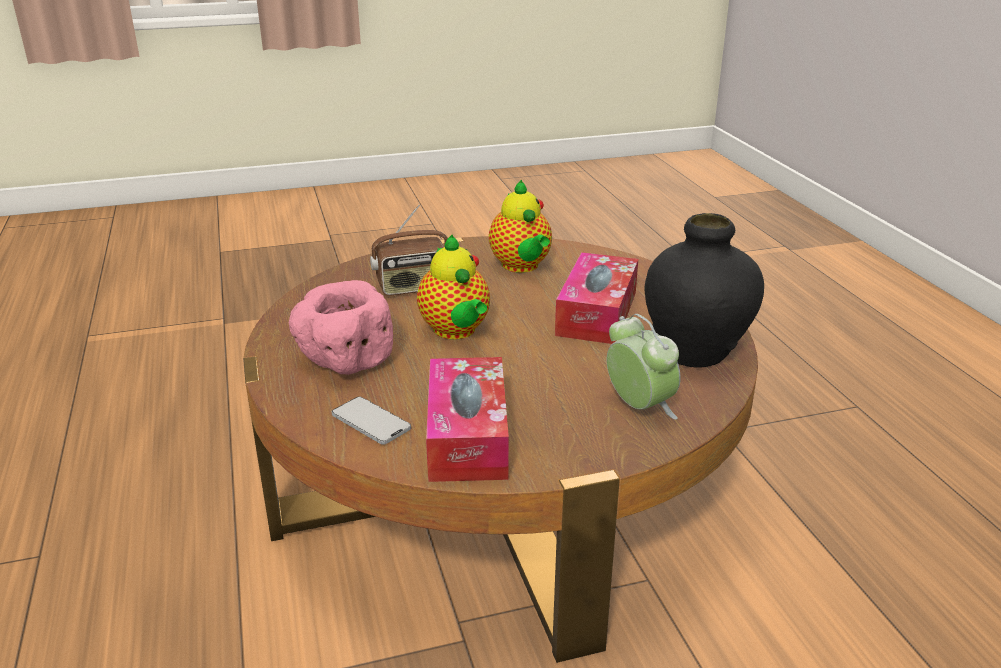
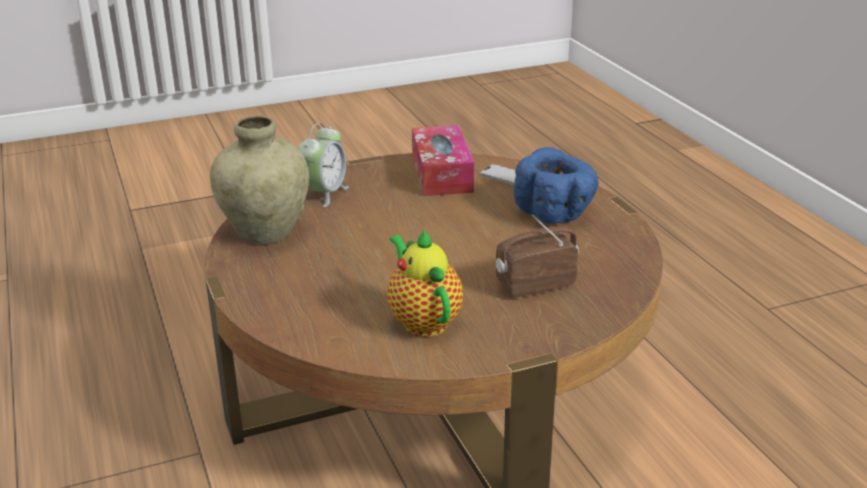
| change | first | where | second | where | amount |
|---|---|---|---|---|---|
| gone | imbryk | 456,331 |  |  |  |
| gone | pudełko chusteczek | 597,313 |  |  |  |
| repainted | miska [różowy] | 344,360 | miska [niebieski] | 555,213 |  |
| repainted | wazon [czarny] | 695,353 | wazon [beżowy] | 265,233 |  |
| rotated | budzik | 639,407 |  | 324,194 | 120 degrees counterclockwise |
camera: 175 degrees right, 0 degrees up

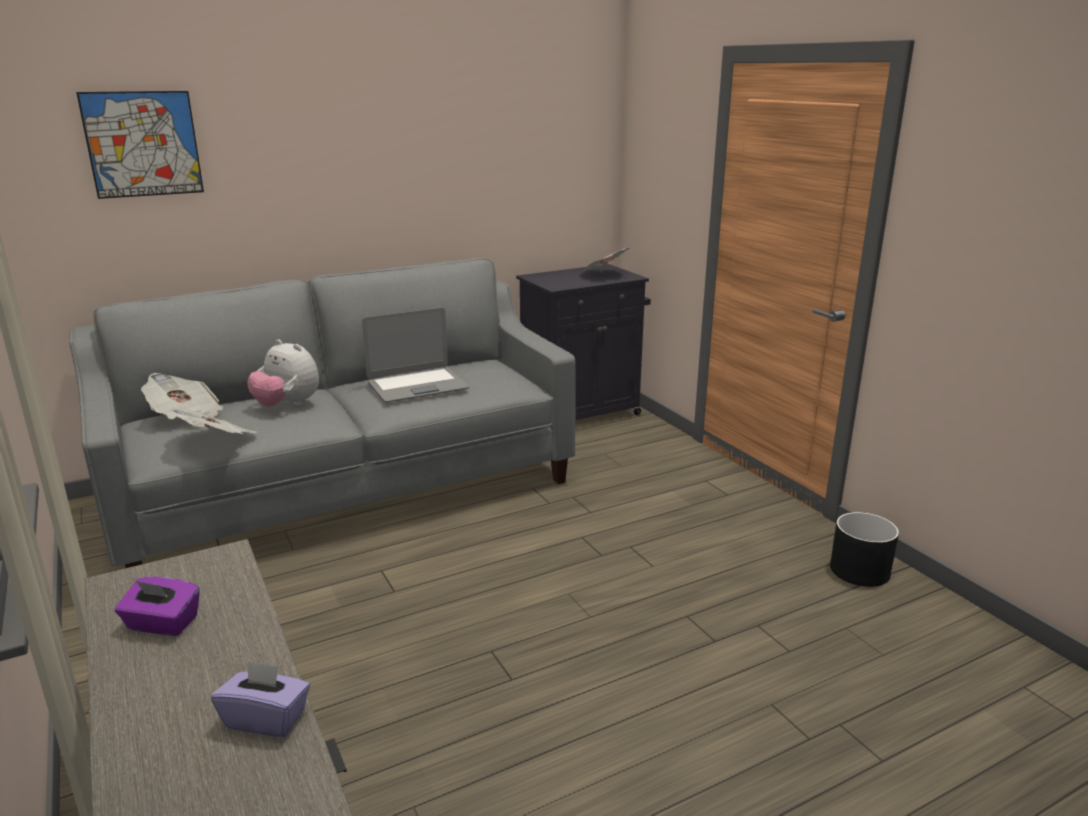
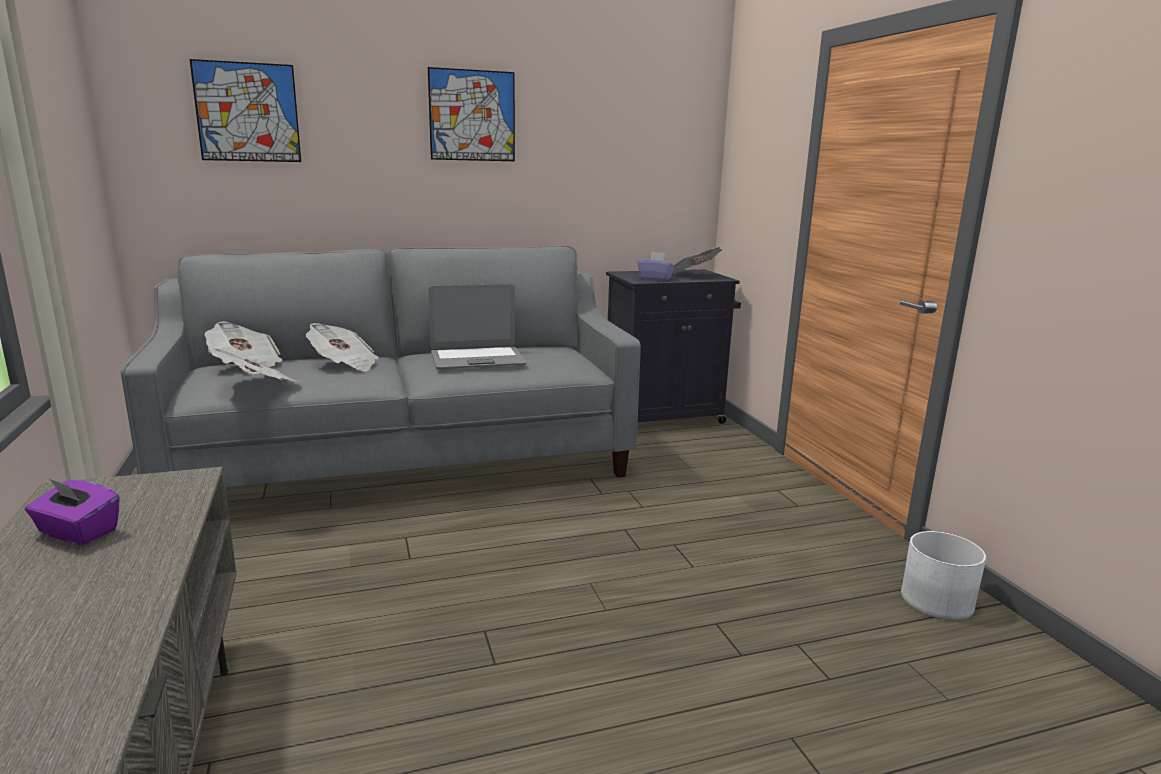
| change | first | where | second | where | amount |
|---|---|---|---|---|---|
| new |  |  | obraz | 472,115 |  |
| shifted | pudełko chusteczek [fioletowy] | 266,719 |  | 655,278 |  |
| swapped | pluszak | 287,405 | gazeta | 344,365 |  |
| repainted | donica [czarny] | 860,570 | donica [biały] | 937,600 |  |
camera: 10 degrees right, 5 degrees down

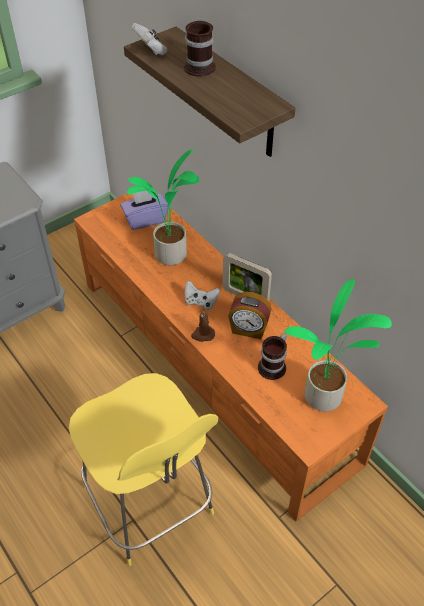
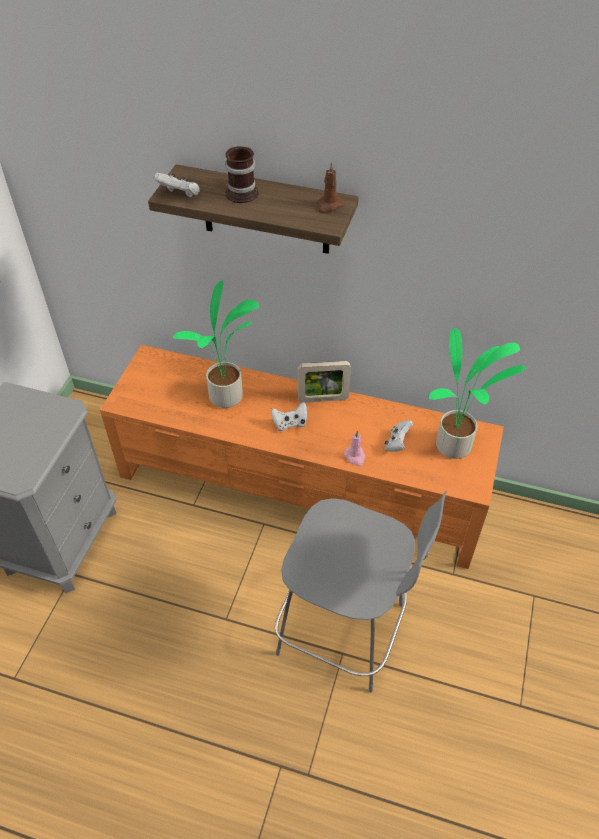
| change | first | where | second | where | amount |
|---|---|---|---|---|---|
| gone | pudełko chusteczek [fioletowy] | 145,219 |  |  |  |
| gone | budzik | 248,329 |  |  |  |
| new |  |  | świeca [różowy] | 355,457 |  |
| shifted | świeca [brązowy] | 202,334 |  | 328,205 |  |
| swapped | kubek | 274,366 | pad do gier [biały] | 397,443 |  |
| repainted | stołek [żółty] | 150,504 | stołek [szary] | 345,631 |  |
camera: 35 degrees left, 0 degrees up

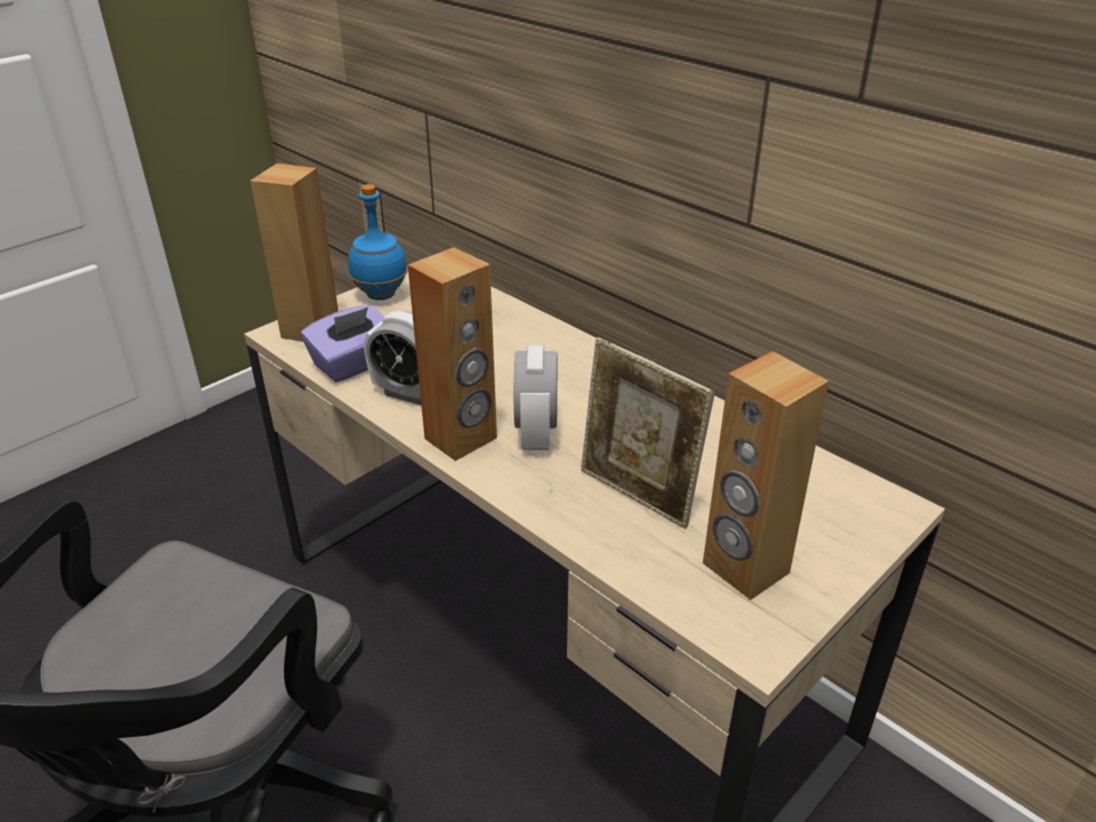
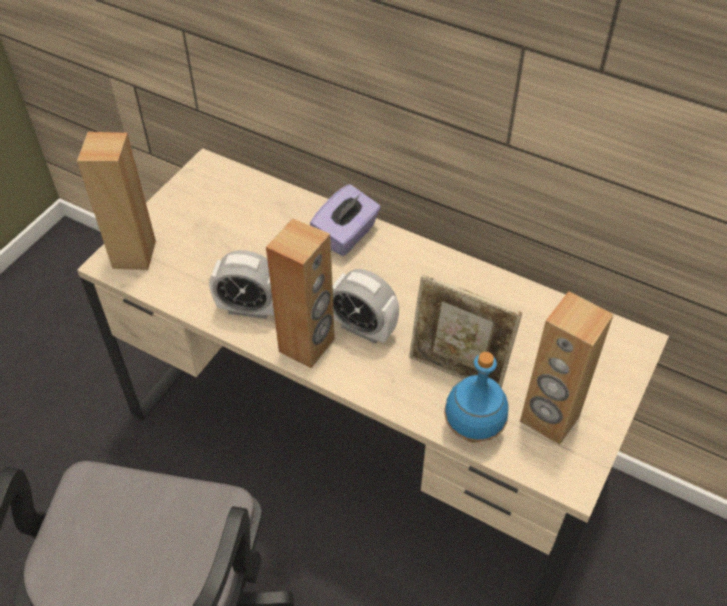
| change | first | where | second | where | amount |
|---|---|---|---|---|---|
| shifted | pudełko chusteczek [fioletowy] | 355,364 |  | 346,235 |  |
| shifted | butelka [niebieski] | 380,295 |  | 473,430 |  |
| rotated | budzik | 536,434 |  | 363,328 | 45 degrees counterclockwise |
camera: 15 degrees left, 15 degrees up

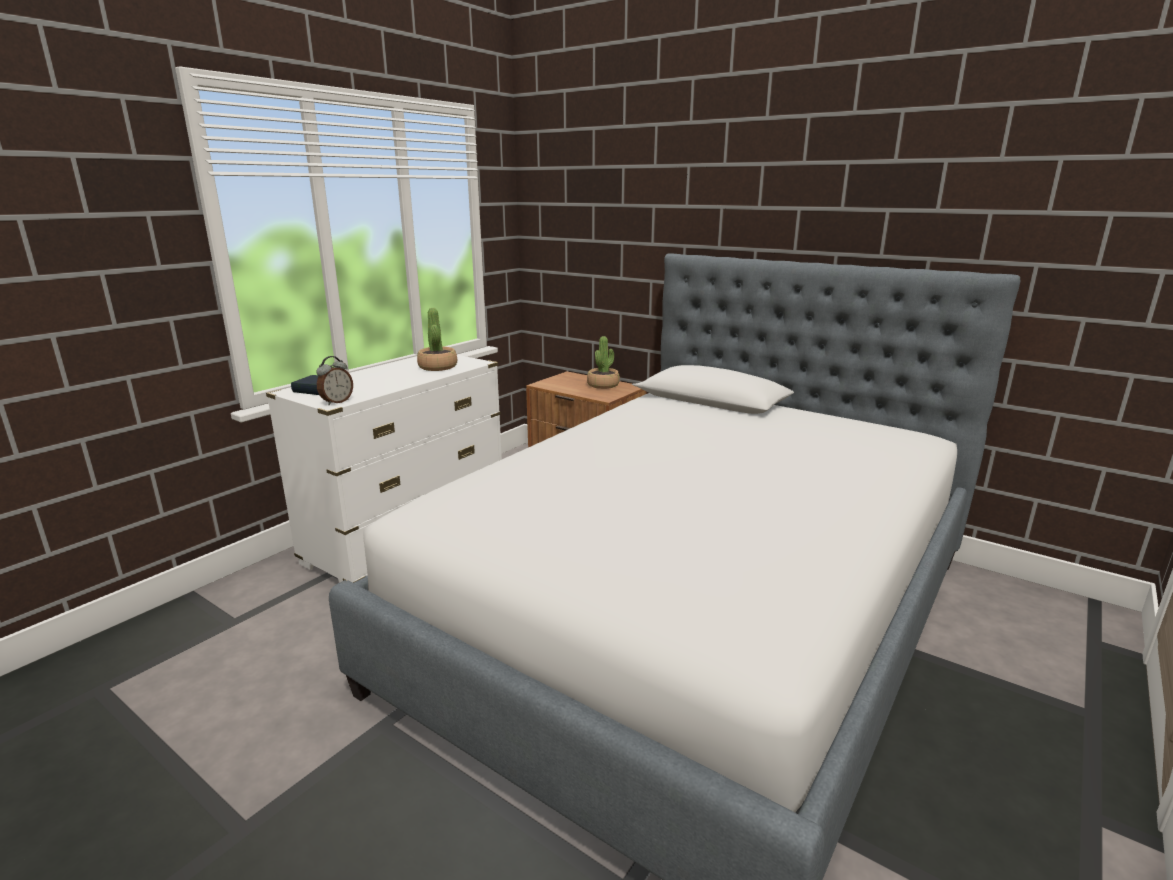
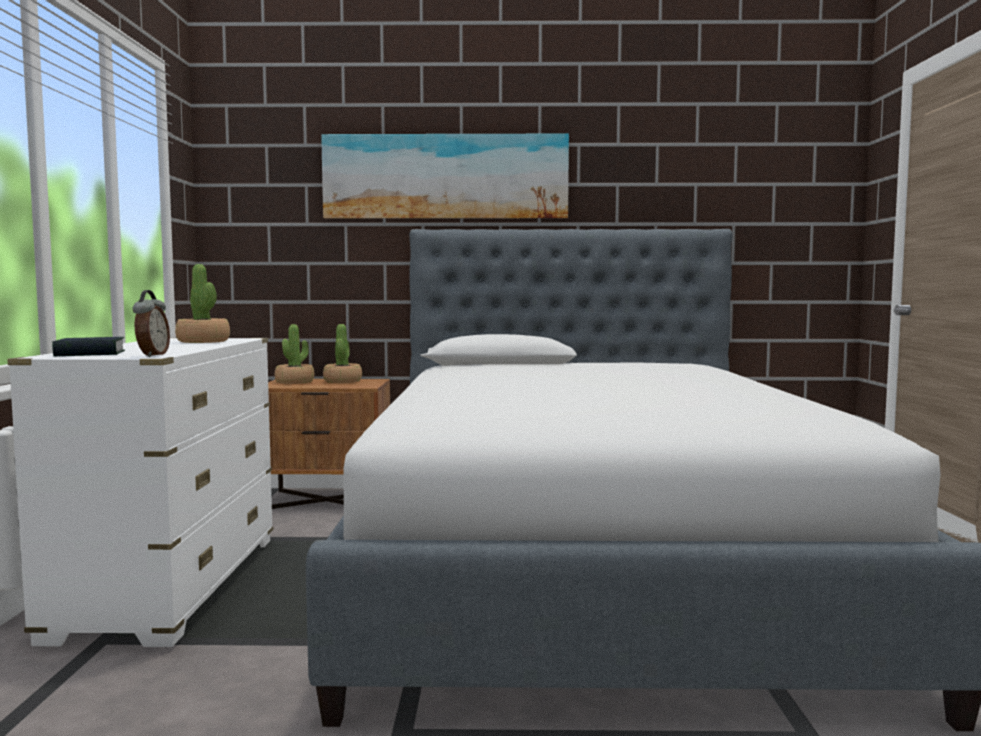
| change | first | where | second | where | amount |
|---|---|---|---|---|---|
| new |  |  | roślina doniczkowa | 294,382 |  |
| new |  |  | obraz | 445,177 |  |
camera: 35 degrees left, 15 degrees down

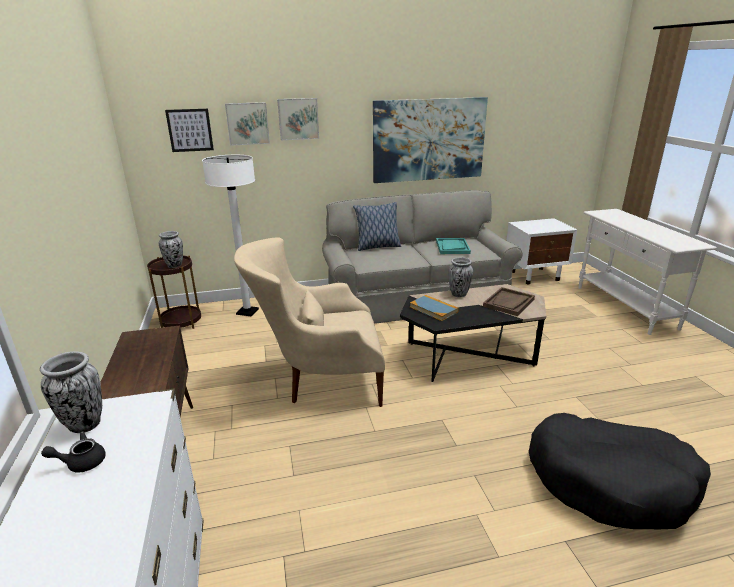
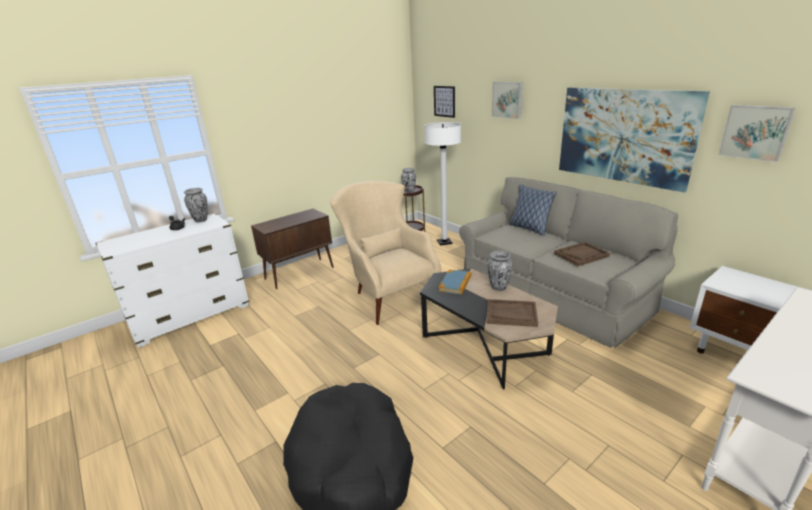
| change | first | where | second | where | amount |
|---|---|---|---|---|---|
| shifted | obraz | 247,123 |  | 755,132 |  |
| repainted | taca [turkusowy] | 452,247 | taca [brązowy] | 581,255 |  |
camera: 65 degrees right, 0 degrees up

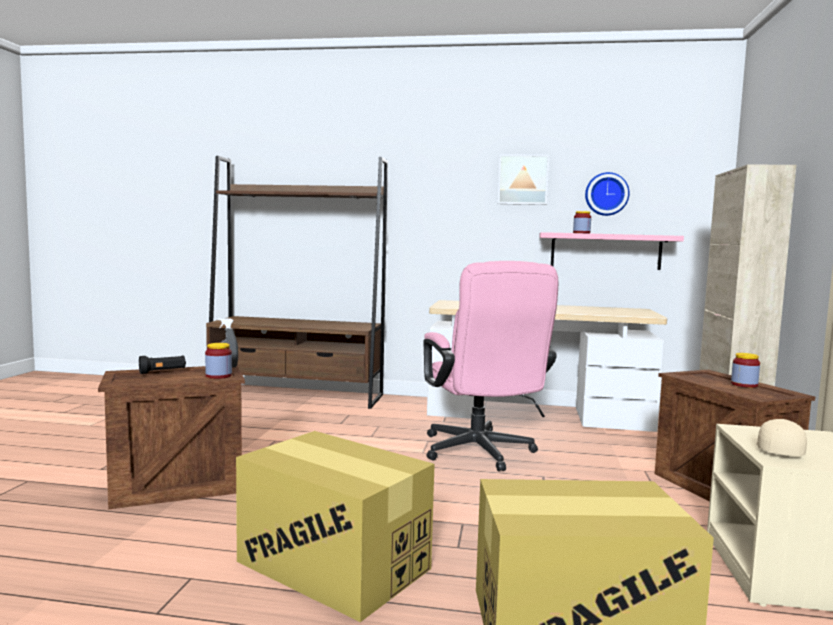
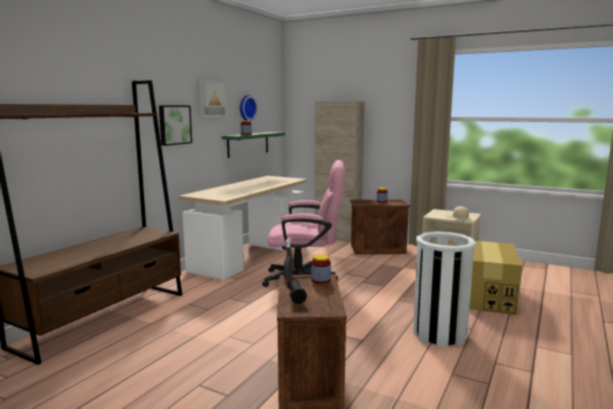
| change | first | where | second | where | amount |
|---|---|---|---|---|---|
| new |  |  | obraz | 174,125 |  |
| swapped | karton | 334,565 | kosz na śmieci [biały] | 439,334 |  |
| repainted | półka [różowy] | 605,251 | półka [zielony] | 248,144 |  |
camera: 70 degrees left, 5 degrees up

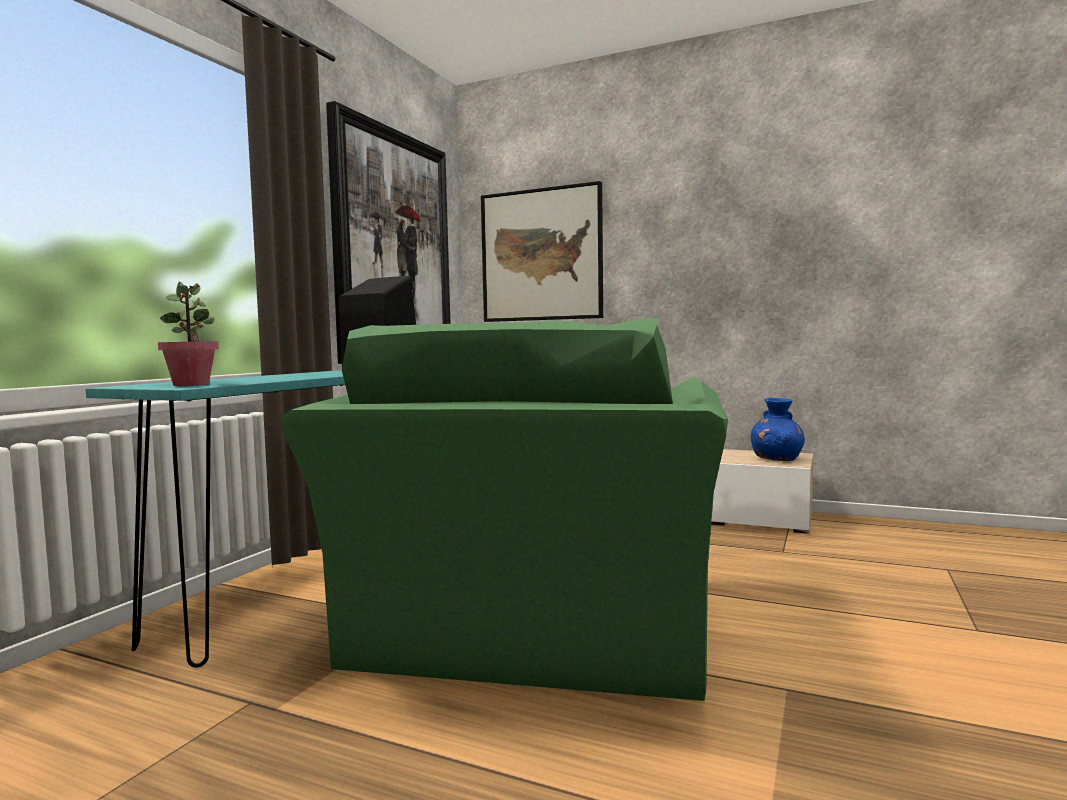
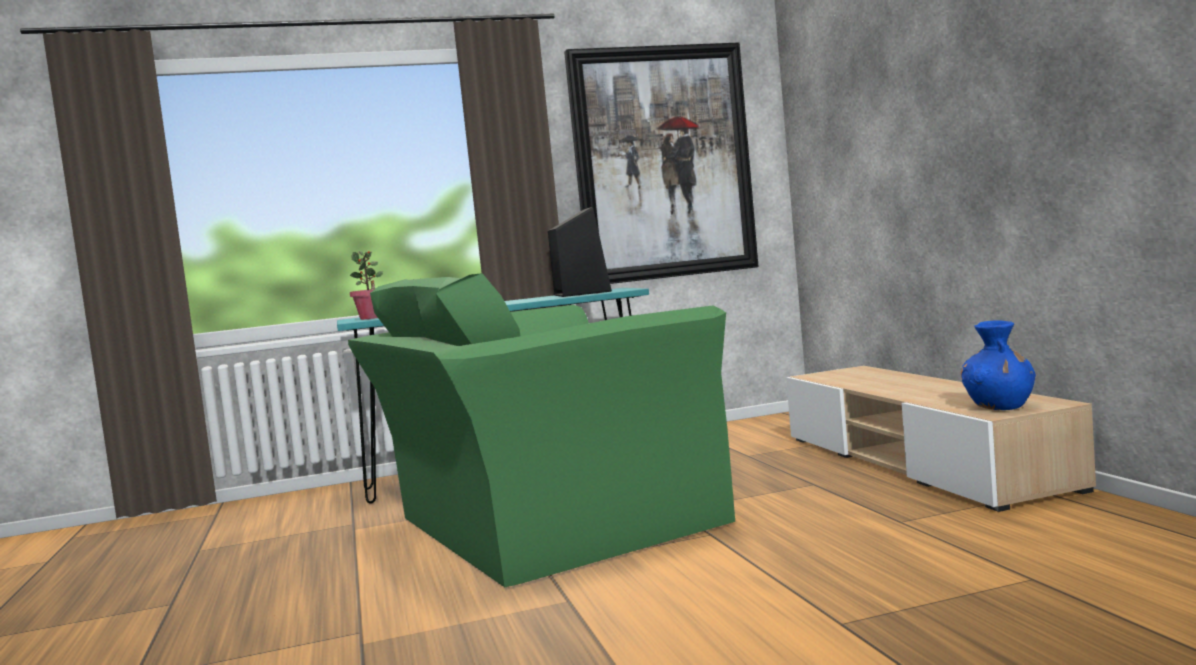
| change | first | where | second | where | amount |
|---|---|---|---|---|---|
| gone | obraz | 541,255 |  |  |  |
camera: 50 degrees right, 0 degrees up

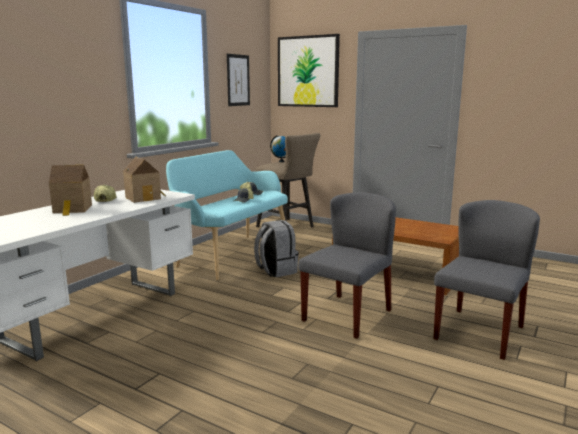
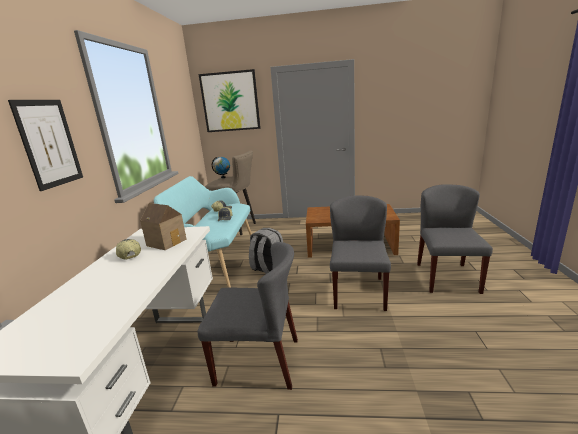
| change | first | where | second | where | amount |
|---|---|---|---|---|---|
| gone | domek | 72,209 |  |  |  |
| new |  |  | krzesło [szary] | 259,361 |  |
| shifted | obraz | 238,80 |  | 49,143 |  |
camera: 25 degrees left, 5 degrees up

